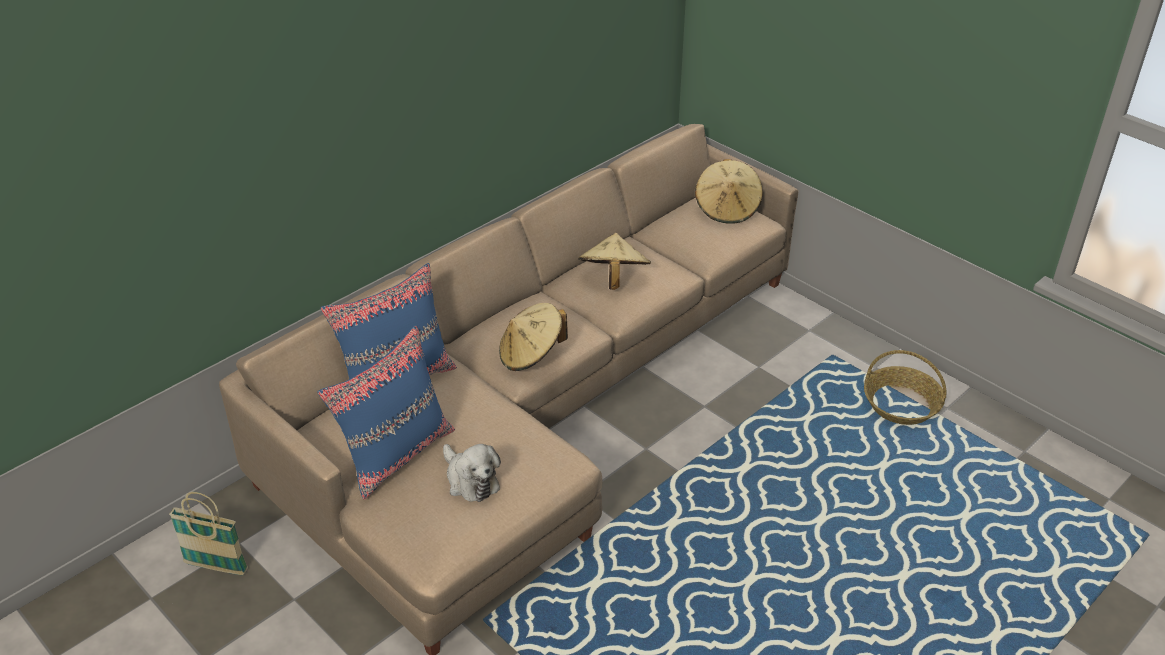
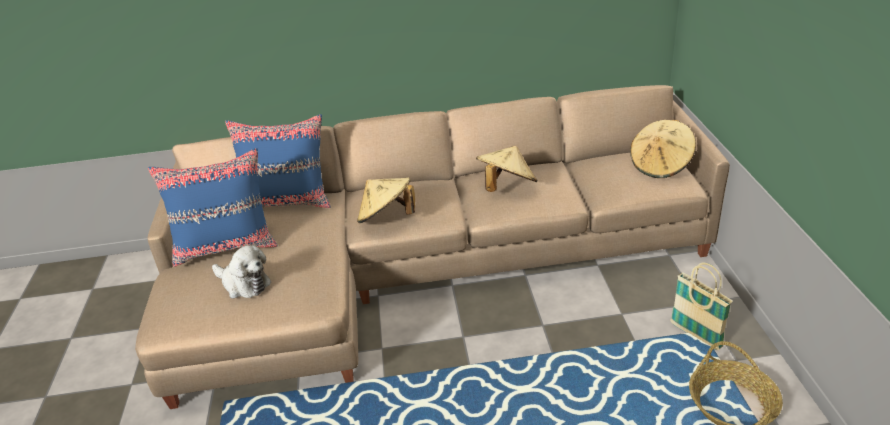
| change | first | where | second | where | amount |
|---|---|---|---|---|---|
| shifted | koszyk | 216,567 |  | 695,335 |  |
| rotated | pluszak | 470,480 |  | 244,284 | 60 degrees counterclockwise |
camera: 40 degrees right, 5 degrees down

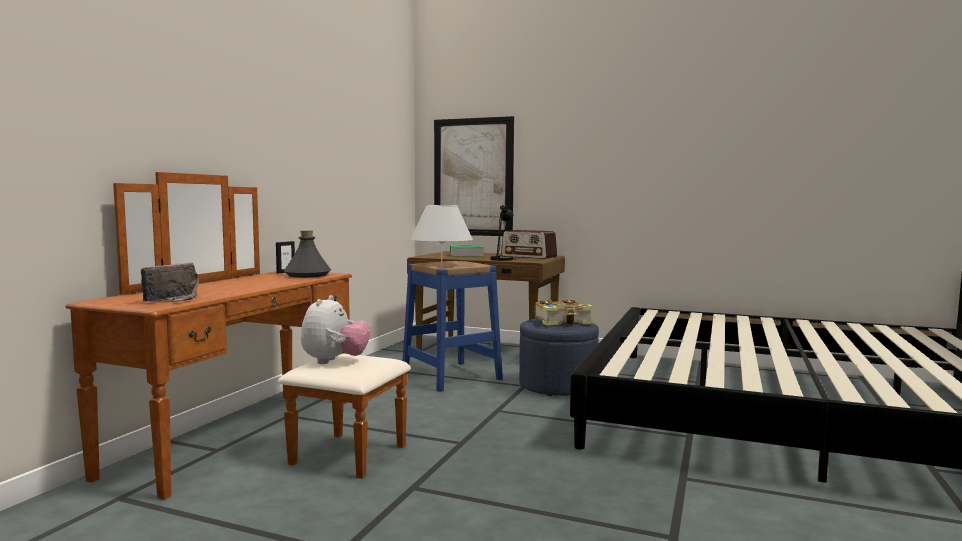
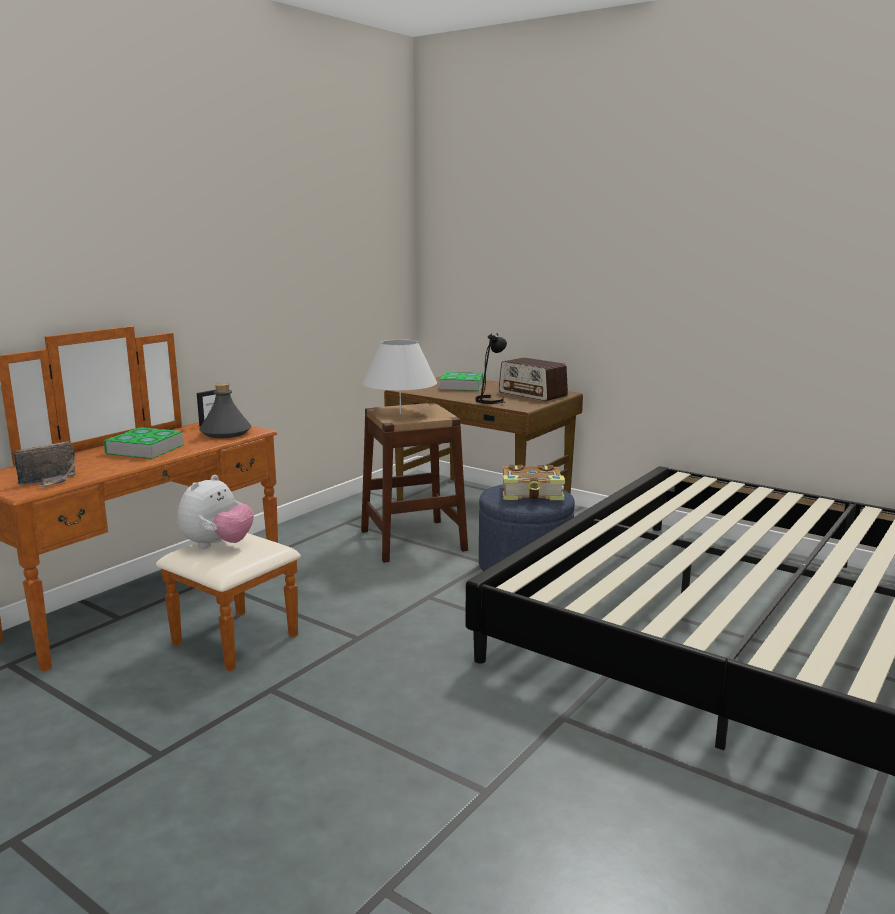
| change | first | where | second | where | amount |
|---|---|---|---|---|---|
| gone | obraz | 473,177 |  |  |  |
| new |  |  | książka | 145,449 |  |
| repainted | stołek [niebieski] | 451,376 | stołek [brązowy] | 412,540 |  |
camera: 15 degrees right, 10 degrees up

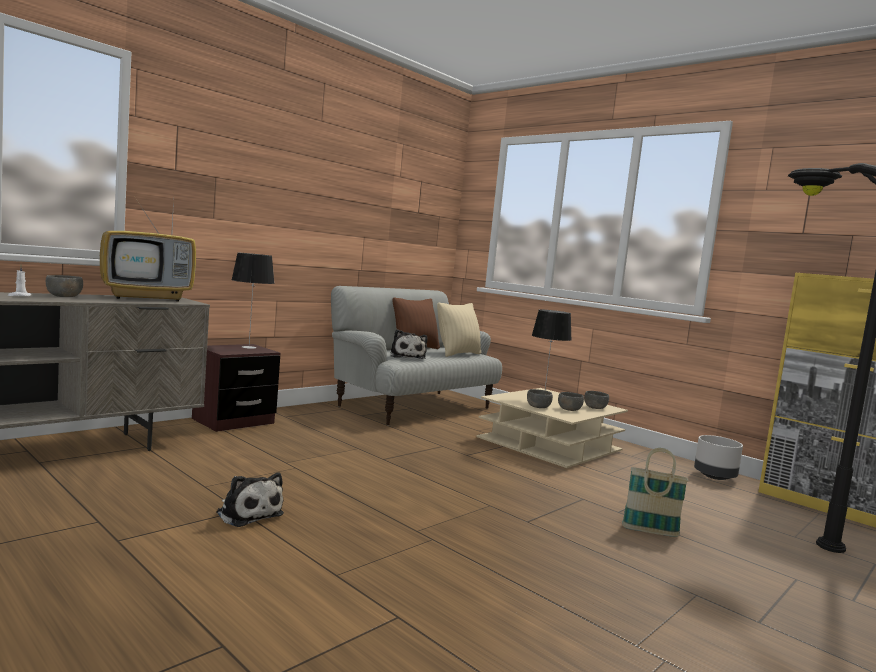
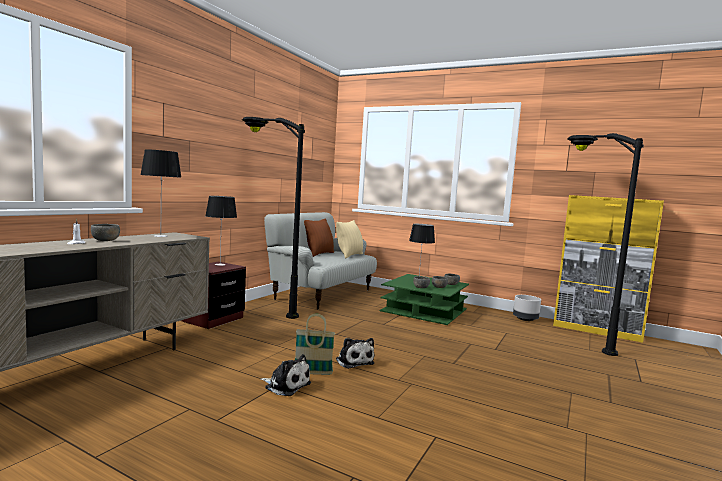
| change | first | where | second | where | amount |
|---|---|---|---|---|---|
| new |  |  | lampa stojąca [czarny] | 260,309 |  |
| shifted | pluszak | 407,356 |  | 354,361 |  |
| shifted | koszyk | 650,531 |  | 313,373 |  |
| swapped | telewizor | 148,298 | lampa stołowa | 161,236 |  |
| repainted | ława [beżowy] | 549,445 | ława [zielony] | 424,311 |  |
camera: 15 degrees left, 0 degrees up

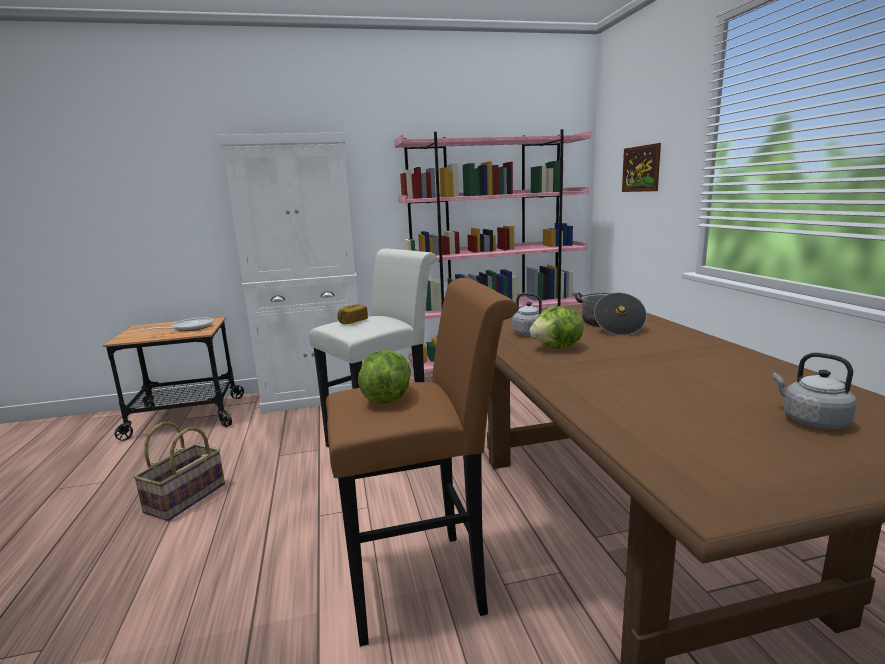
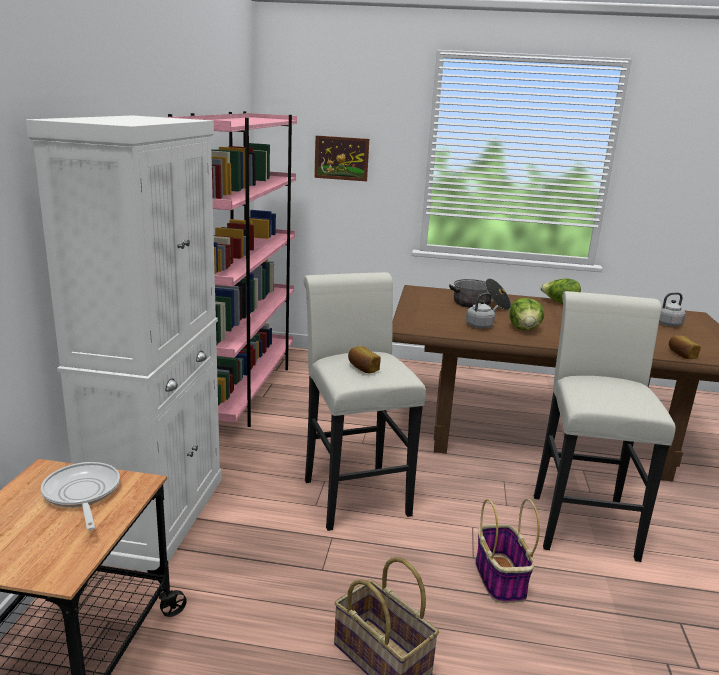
| change | first | where | second | where | amount |
|---|---|---|---|---|---|
| new |  |  | koszyk | 499,578 |  |
| new |  |  | chleb | 681,354 |  |
| shifted | sałata | 387,397 |  | 559,303 |  |
| repainted | stołek [brązowy] | 426,581 | stołek [biały] | 581,521 |  |
camera: 70 degrees left, 5 degrees up

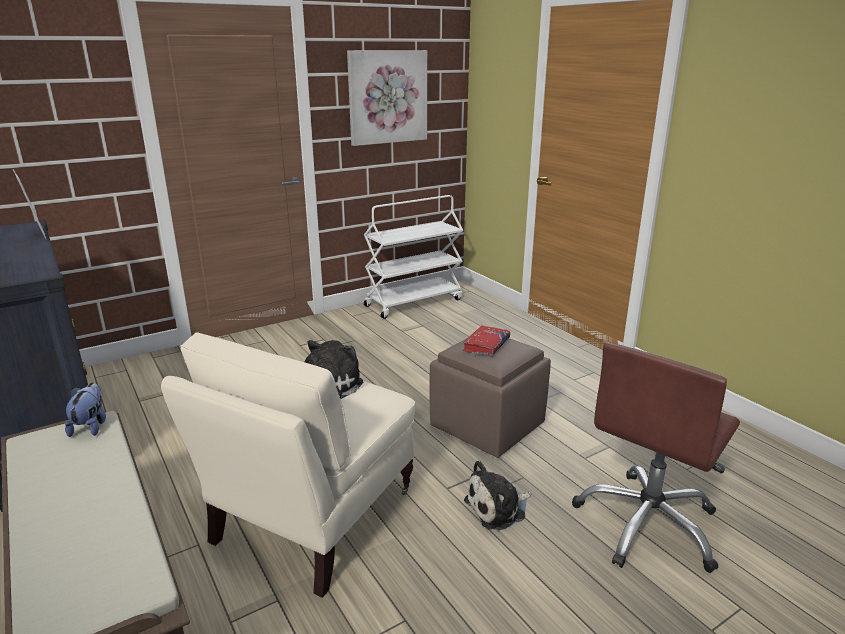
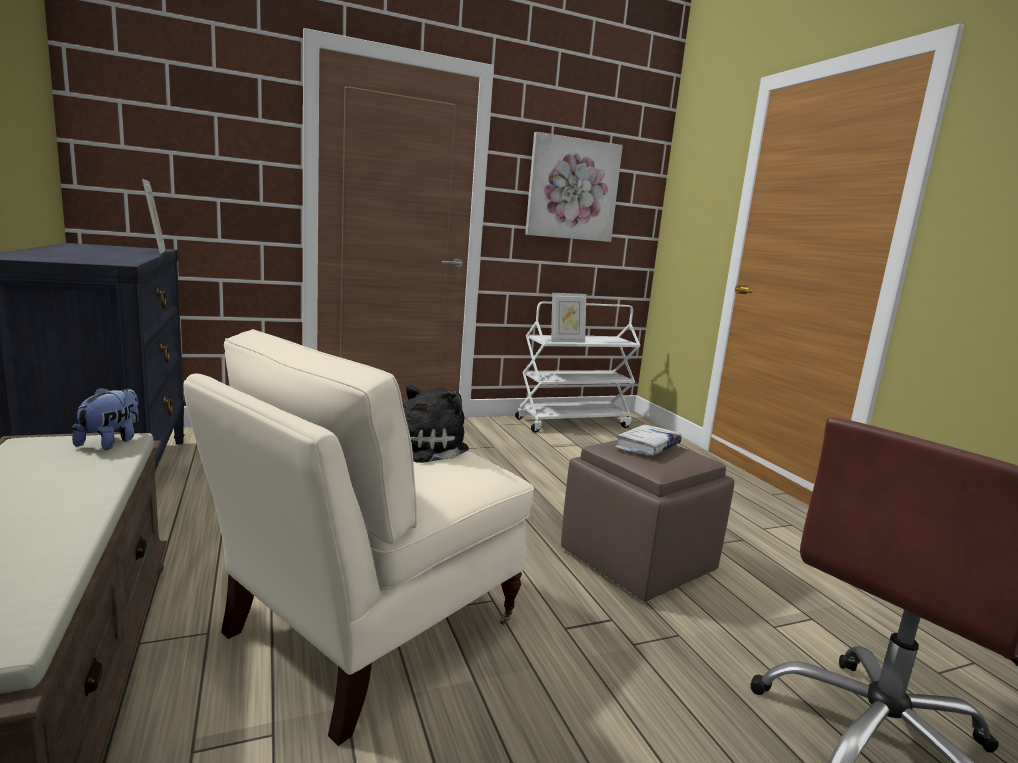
| change | first | where | second | where | amount |
|---|---|---|---|---|---|
| gone | pluszak | 498,508 |  |  |  |
| new |  |  | ramka na zdjęcie | 566,341 |  |
| repainted | książka [czerwony] | 486,345 | książka [biały] | 647,447 |  |
camera: 10 degrees right, 10 degrees down

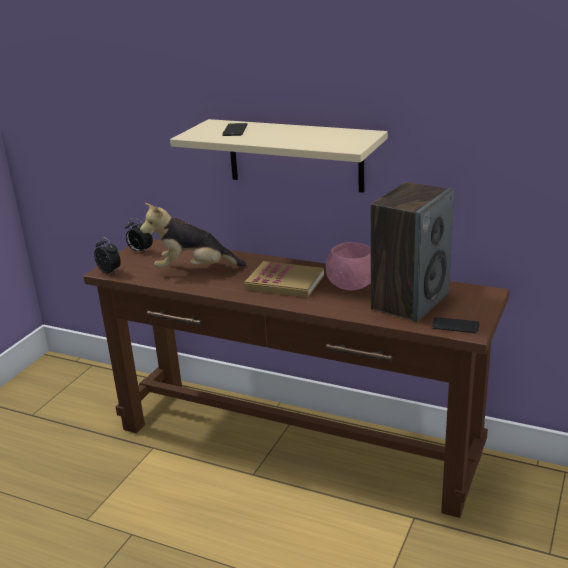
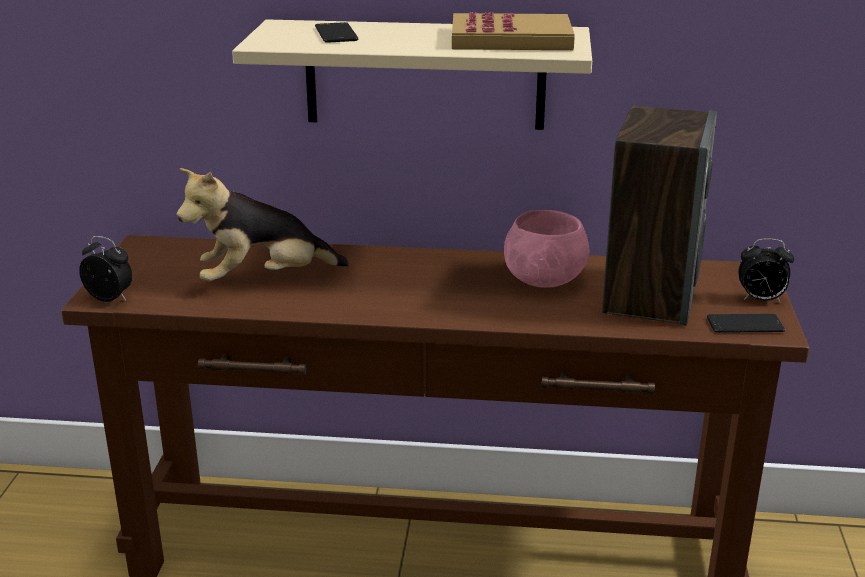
| change | first | where | second | where | amount |
|---|---|---|---|---|---|
| shifted | budzik | 140,251 |  | 760,300 |  |
| shifted | książka | 284,282 |  | 511,39 |  |
camera: 20 degrees left, 0 degrees up

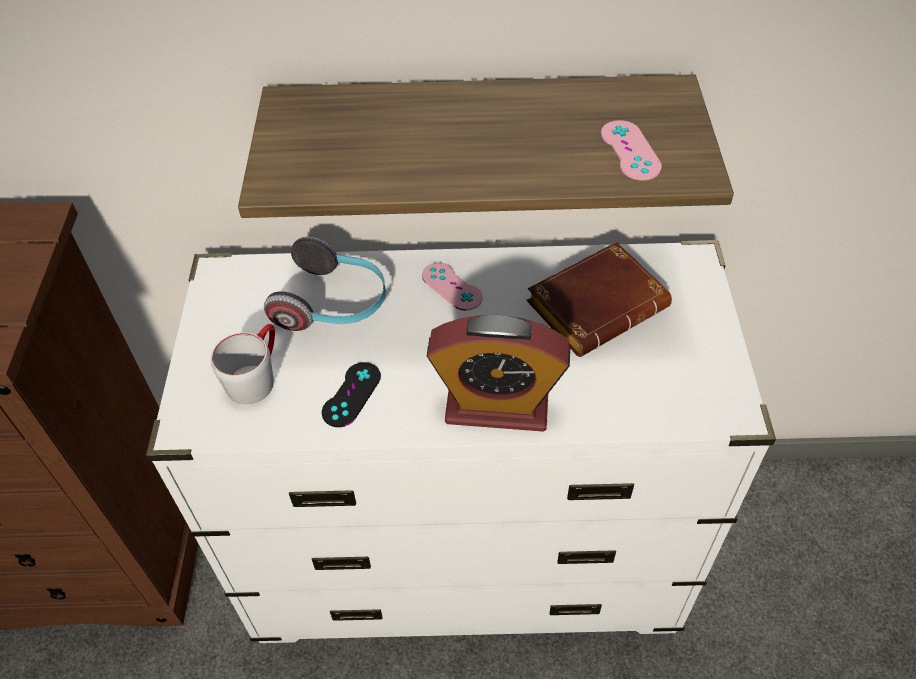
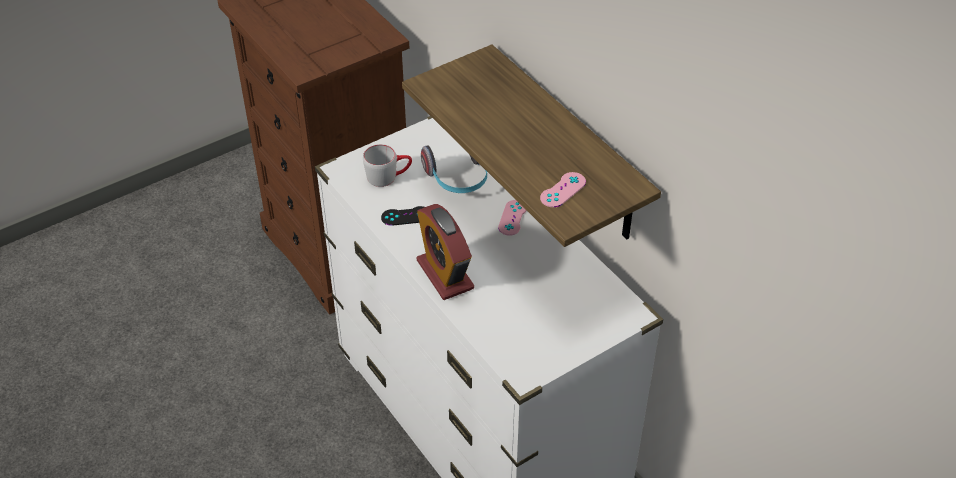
| change | first | where | second | where | amount |
|---|---|---|---|---|---|
| gone | książka [brązowy] | 597,303 |  |  |  |
camera: 55 degrees right, 5 degrees down

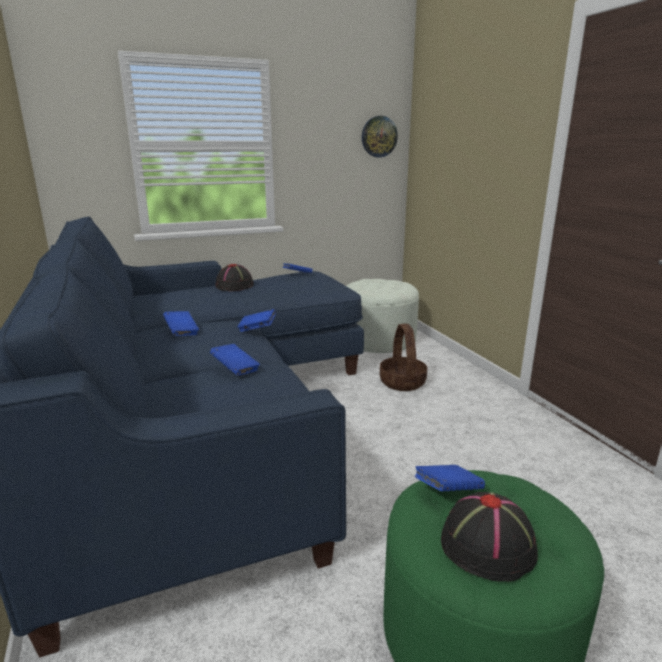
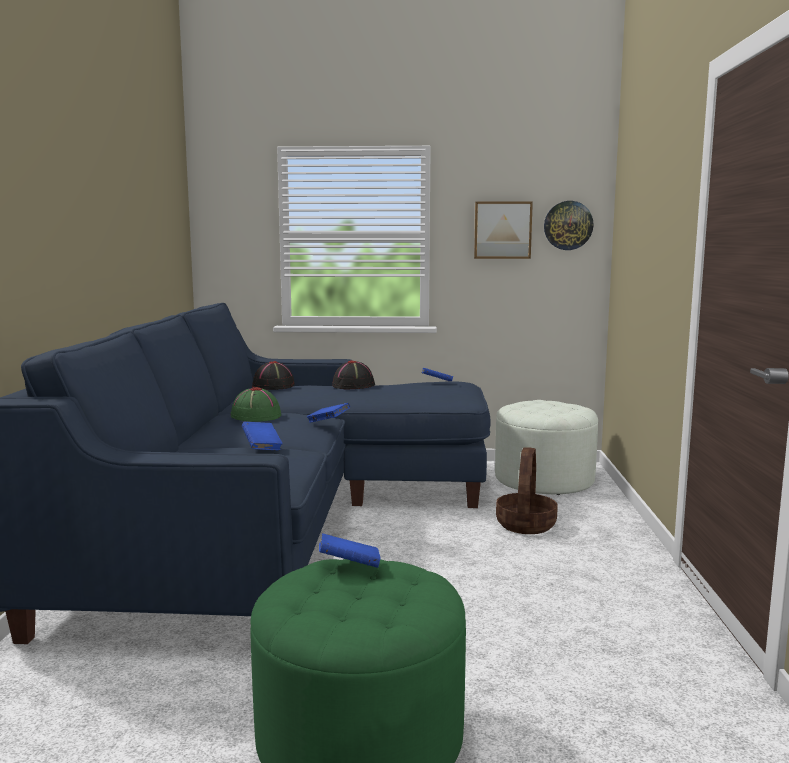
| change | first | where | second | where | amount |
|---|---|---|---|---|---|
| new |  |  | obraz | 502,230 |  |
| shifted | kapelusz [czarny] | 488,546 |  | 273,386 |  |
| swapped | książka [niebieski] | 182,332 | kapelusz [zielony] | 255,416 |  |
camera: 25 degrees right, 10 degrees down

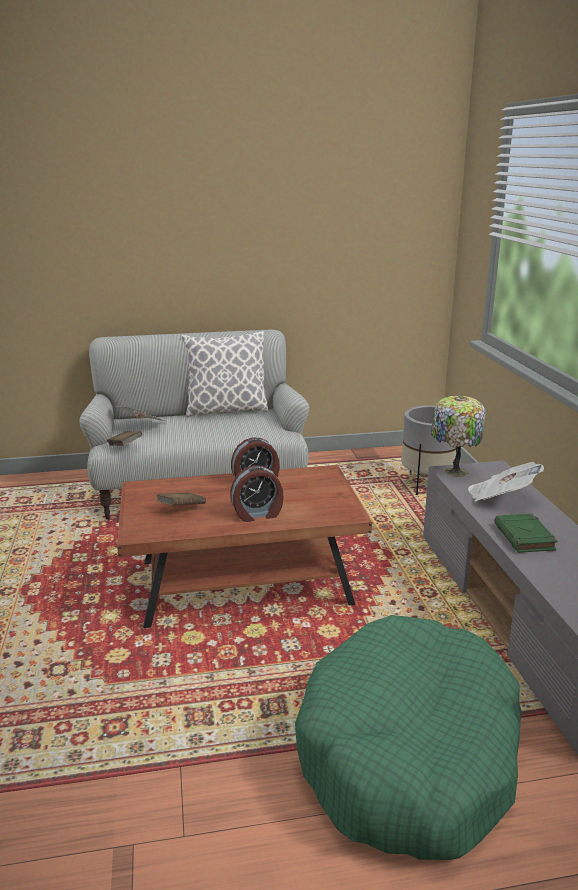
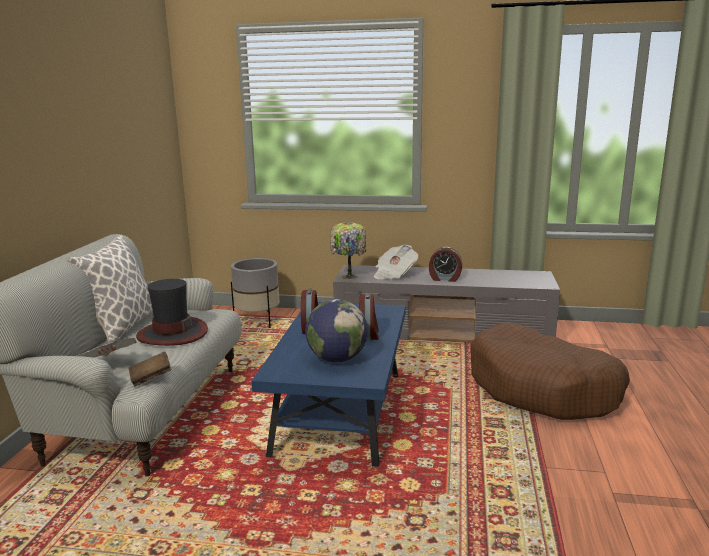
| change | first | where | second | where | amount |
|---|---|---|---|---|---|
| new |  |  | kapelusz | 172,333 |  |
| swapped | książka [brązowy] | 181,509 | globus | 337,359 |  |
| swapped | książka [zielony] | 524,537 | budzik | 445,279 |  |
| repainted | ława [brązowy] | 244,585 | ława [niebieski] | 340,413 |  |
| repainted | legowisko [zielony] | 409,753 | legowisko [brązowy] | 542,389 |  |
camera: 70 degrees left, 5 degrees down

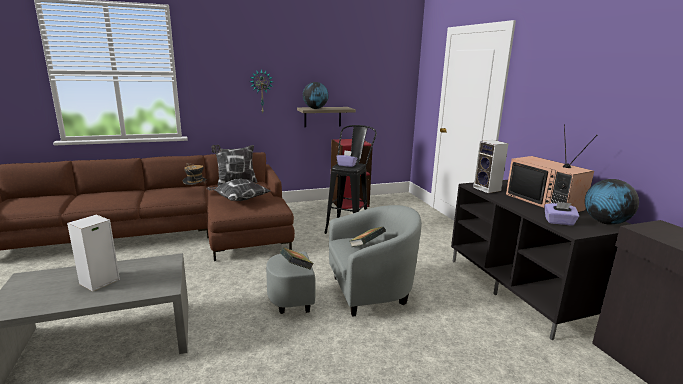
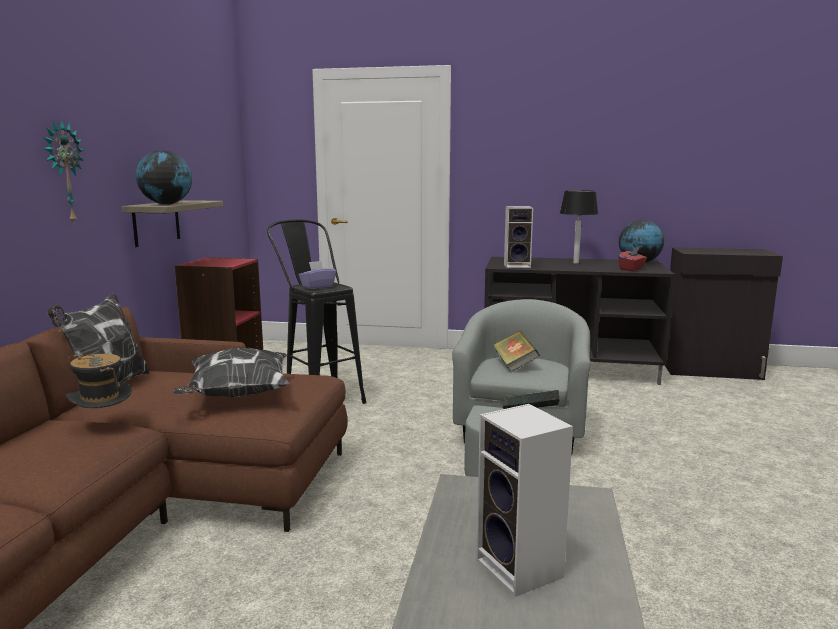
| change | first | where | second | where | amount |
|---|---|---|---|---|---|
| swapped | telewizor | 545,202 | lampa stołowa | 576,263 |  |
| repainted | pudełko chusteczek [fioletowy] | 559,222 | pudełko chusteczek [czerwony] | 632,269 |  |
camera: 60 degrees left, 5 degrees down

